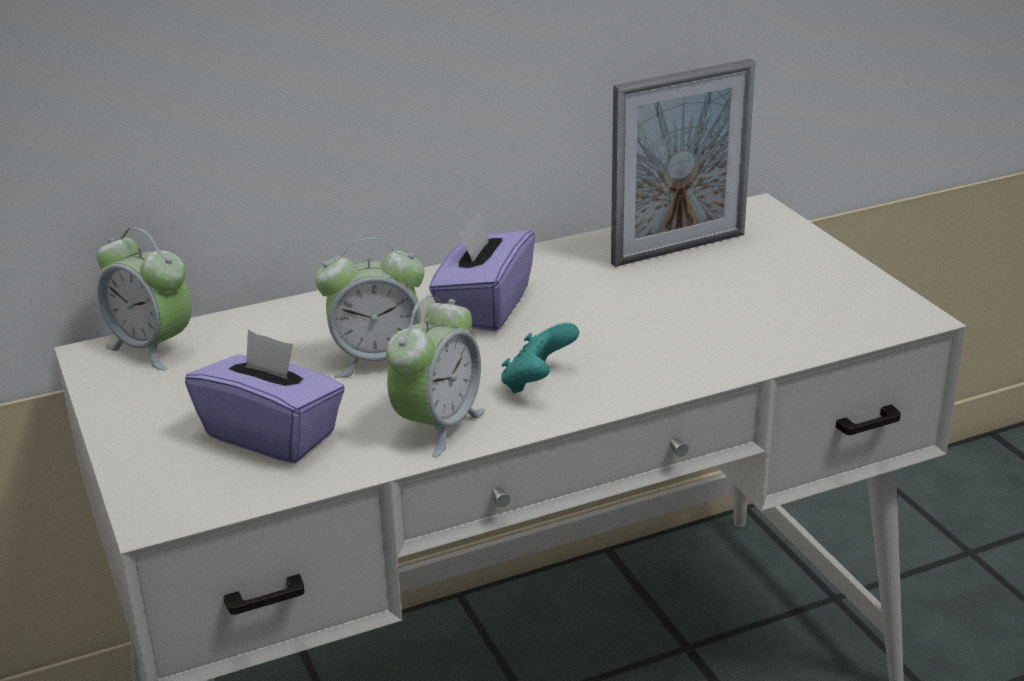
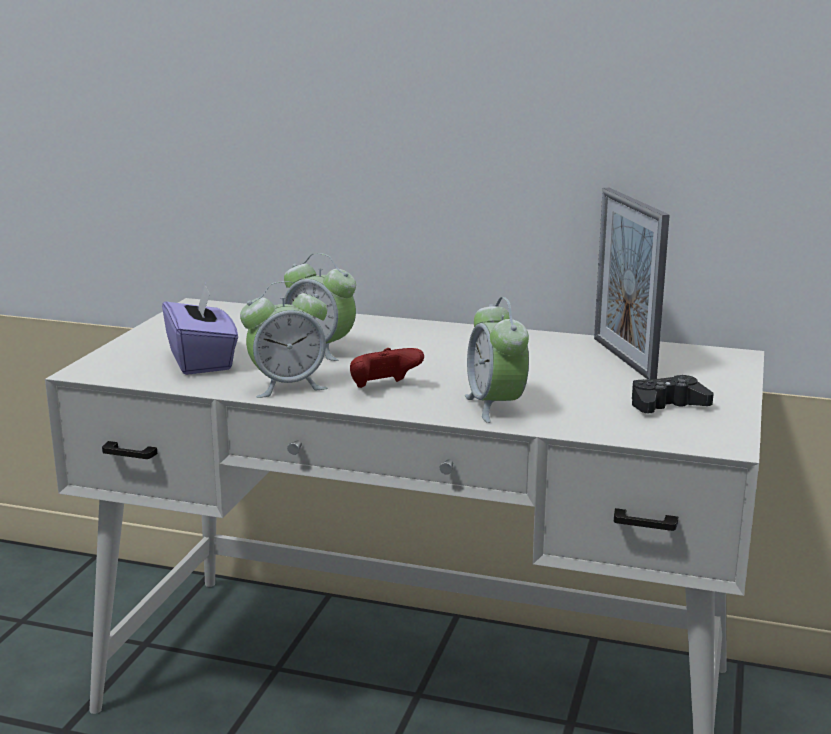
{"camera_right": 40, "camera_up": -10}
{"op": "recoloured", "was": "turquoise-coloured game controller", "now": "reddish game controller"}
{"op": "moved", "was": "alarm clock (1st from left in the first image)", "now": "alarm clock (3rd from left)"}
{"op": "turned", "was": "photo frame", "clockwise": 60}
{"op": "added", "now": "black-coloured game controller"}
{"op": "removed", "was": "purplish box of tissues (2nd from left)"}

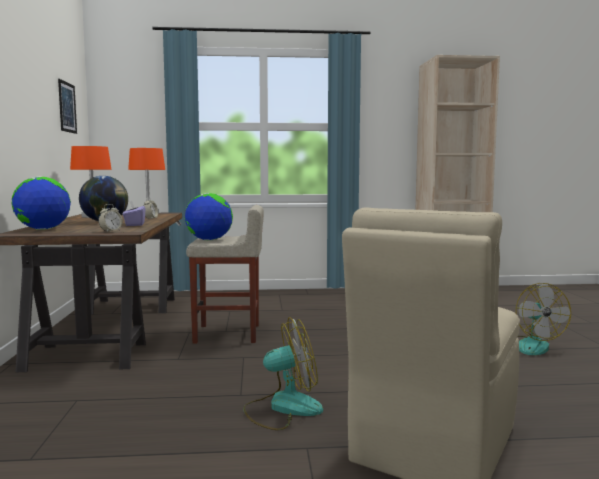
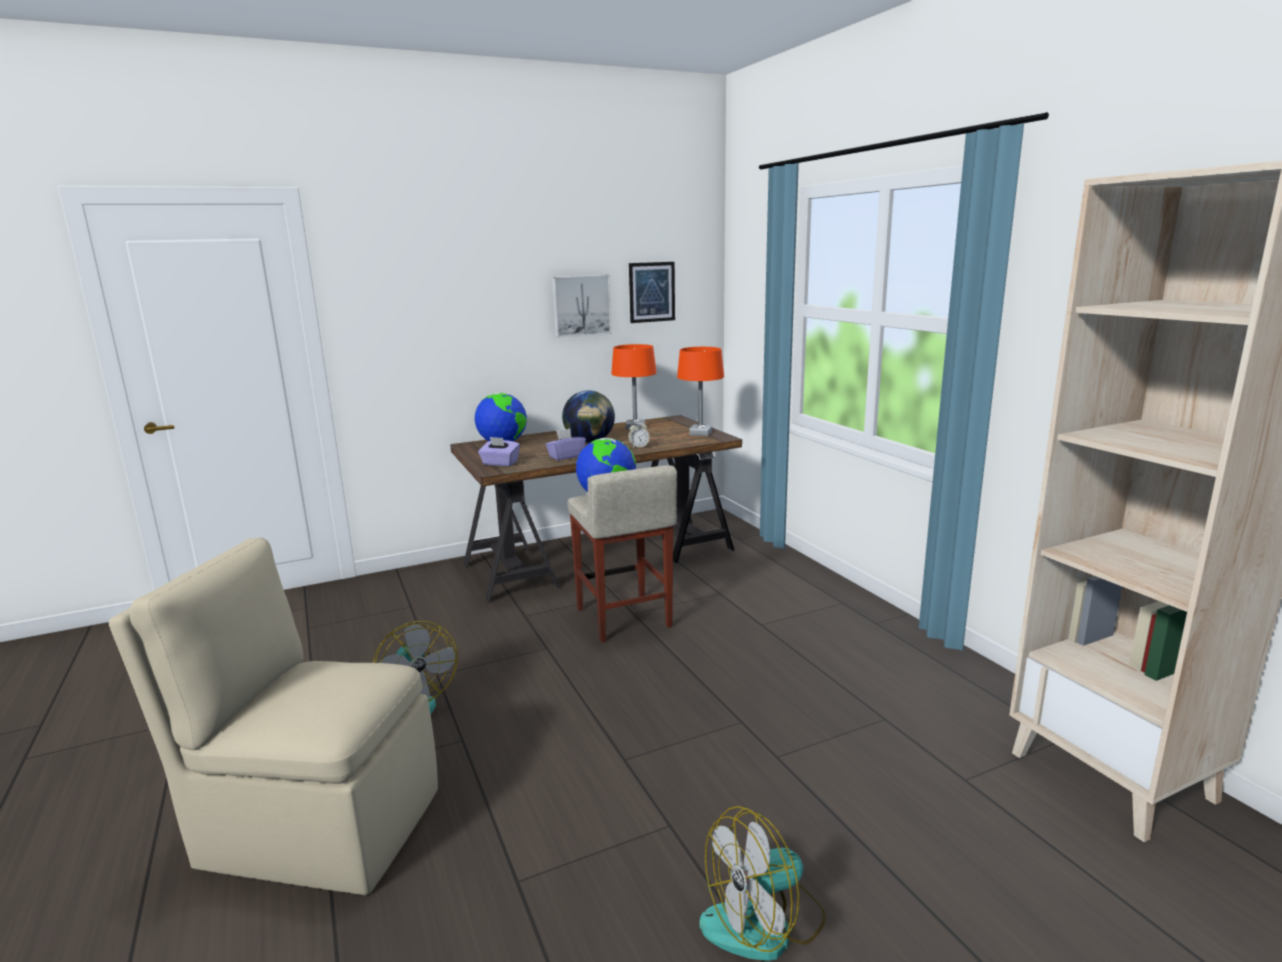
{"camera_right": 70, "camera_up": 10}
{"op": "replaced", "was": "alarm clock (1st from left)", "now": "purplish box of tissues (1st from left)"}
{"op": "added", "now": "wall art (1st from left)"}

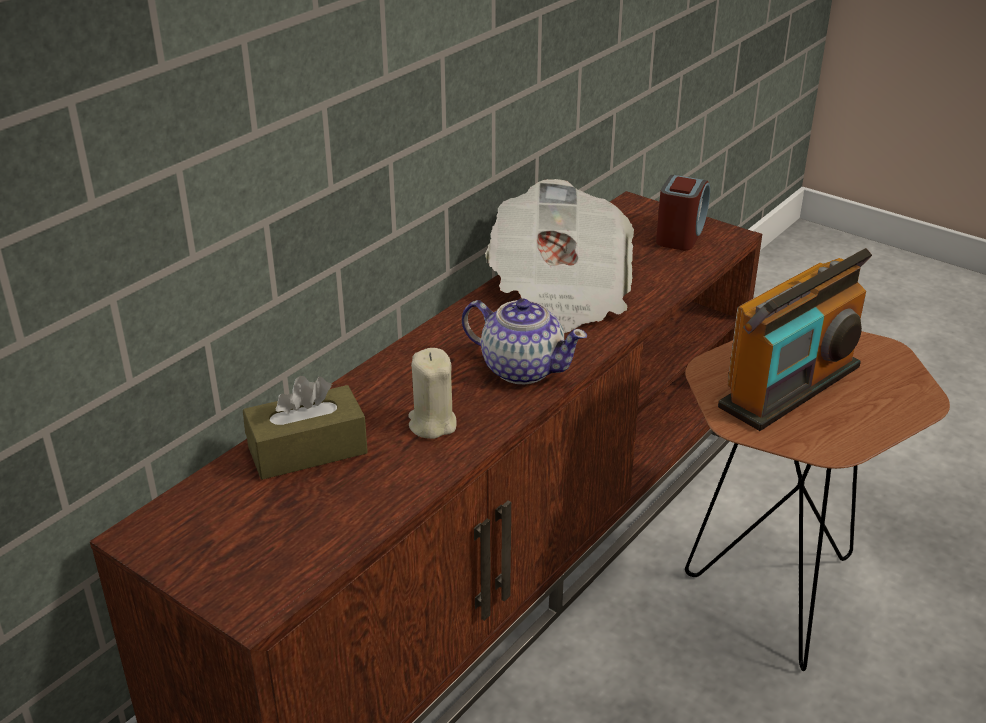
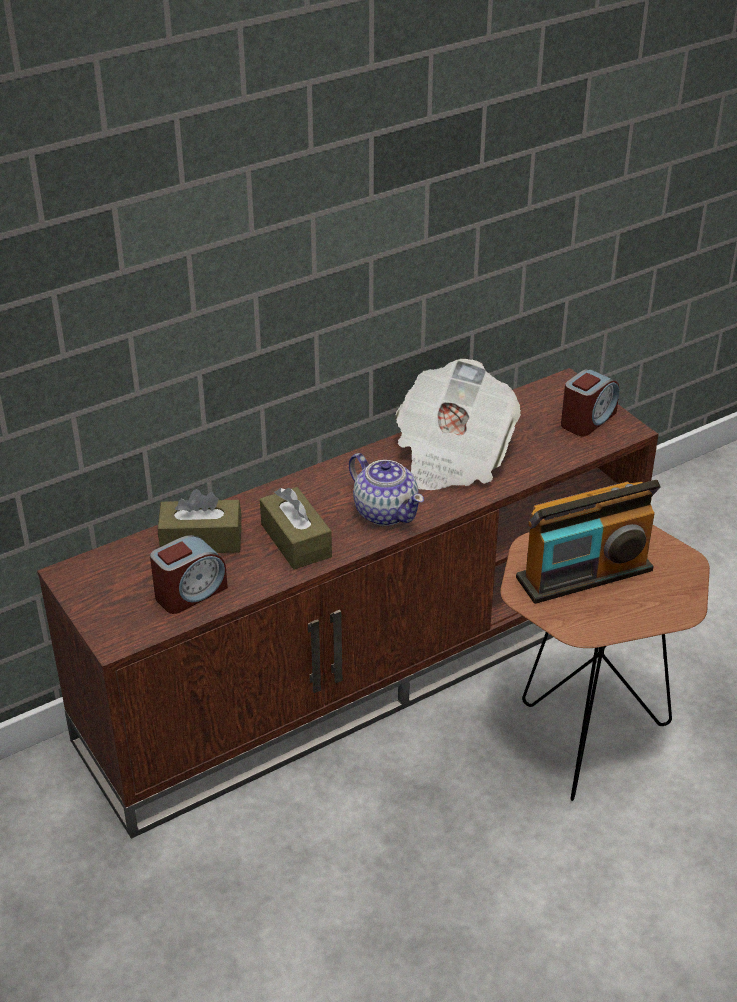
{"camera_right": 20, "camera_up": 5}
{"op": "added", "now": "alarm clock (1st from left)"}
{"op": "replaced", "was": "beige-coloured wax candle", "now": "brown box of tissues (2nd from left)"}

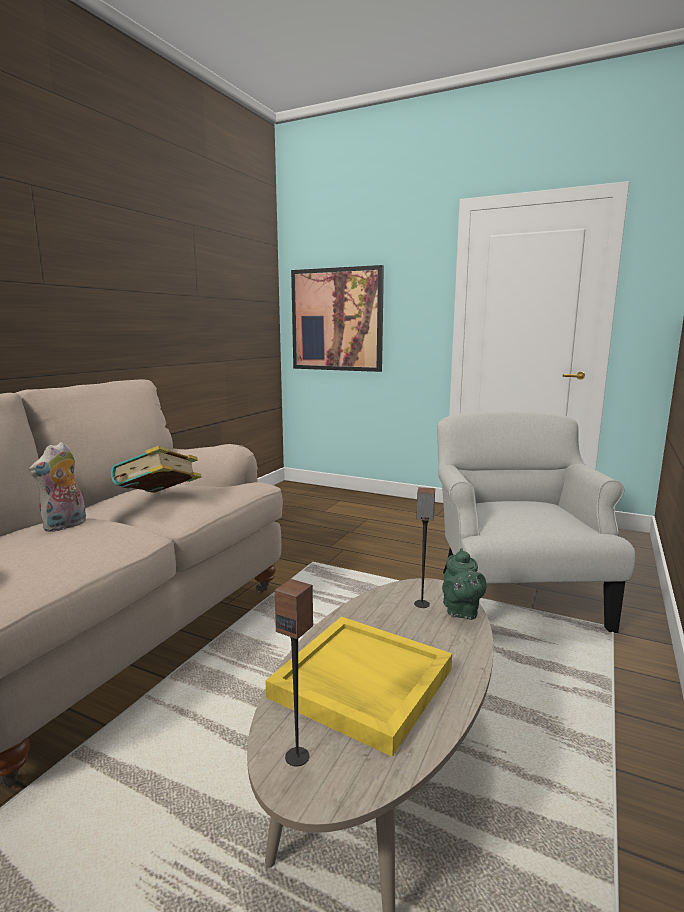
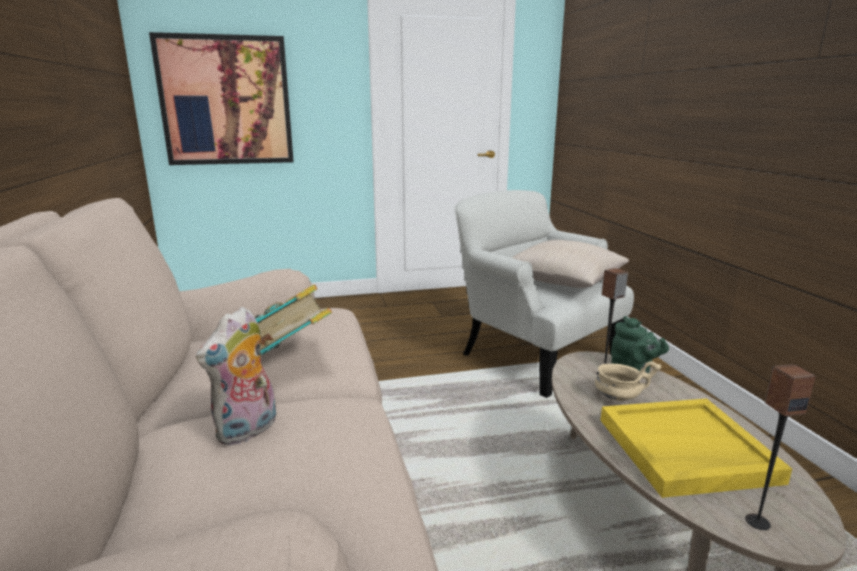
{"camera_right": -40, "camera_up": 5}
{"op": "turned", "was": "cuddly toy", "clockwise": 45}
{"op": "added", "now": "beige-coloured throw pillow"}
{"op": "added", "now": "beige-coloured serving bowl"}

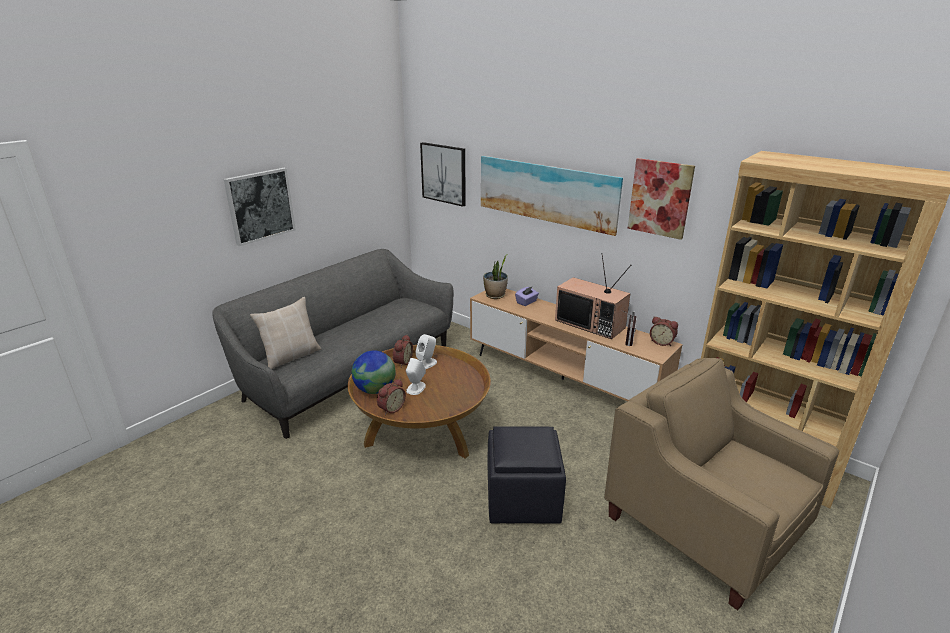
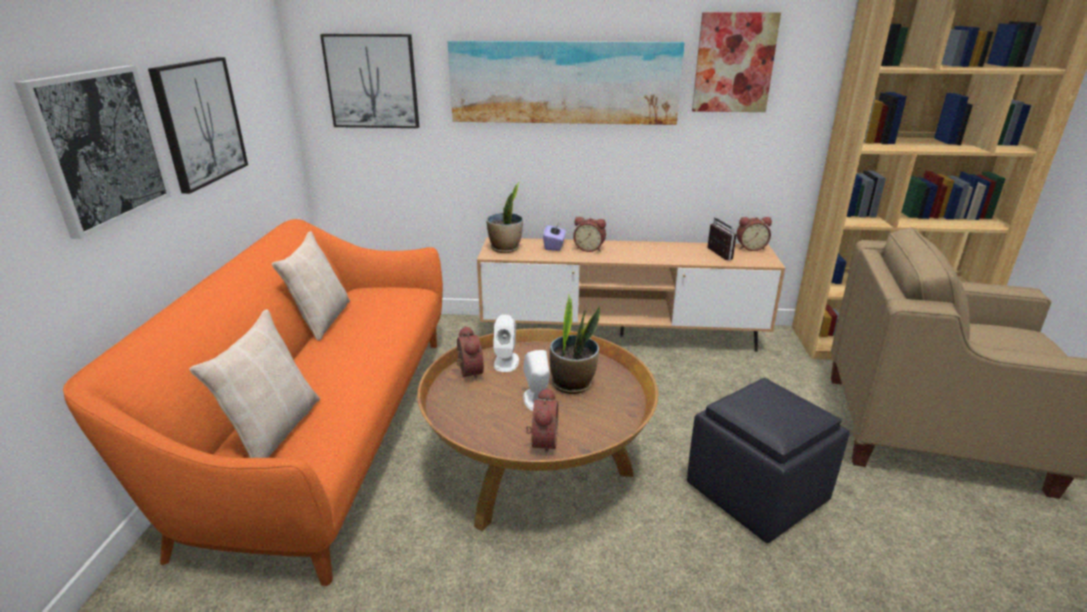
{"camera_right": -35, "camera_up": 0}
{"op": "recoloured", "was": "greyish settee", "now": "orange settee"}
{"op": "added", "now": "wall art (2nd from left)"}
{"op": "added", "now": "beige-coloured throw pillow (2nd from left)"}
{"op": "added", "now": "potted plant (2nd from left)"}
{"op": "added", "now": "alarm clock (3rd from left)"}
{"op": "removed", "was": "desk globe"}
{"op": "removed", "was": "television"}

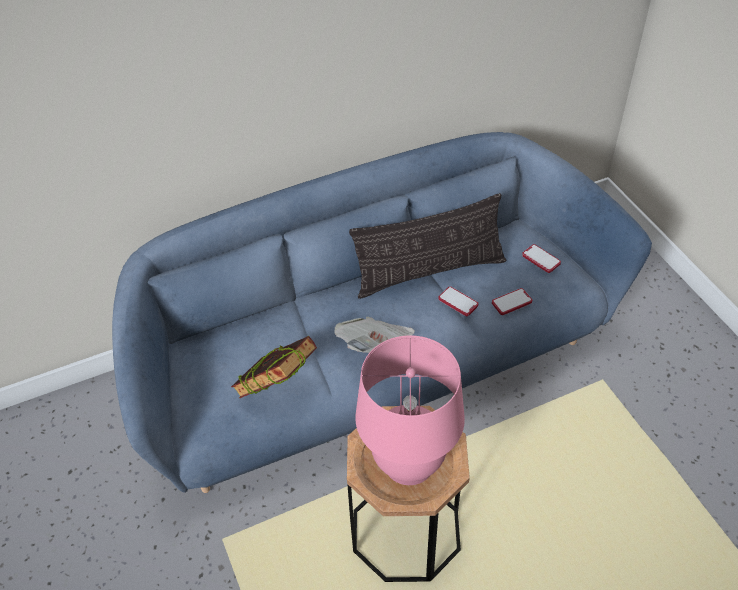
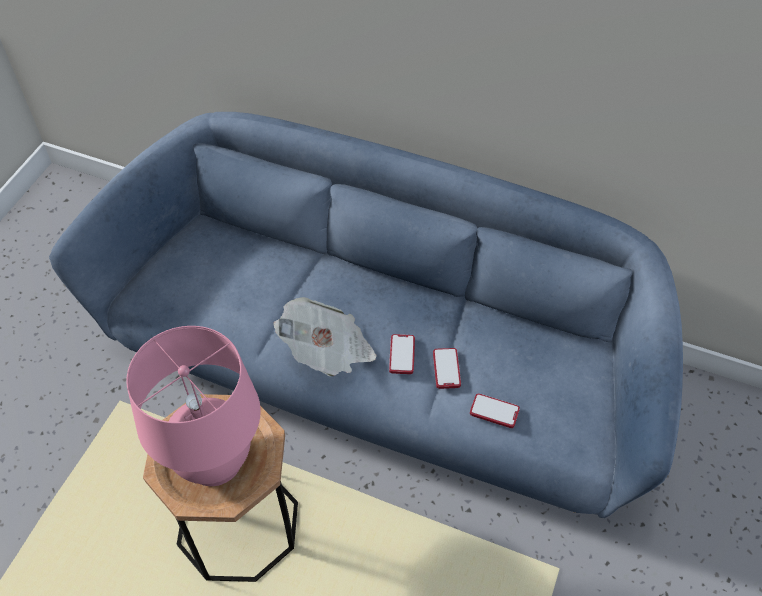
{"camera_right": 45, "camera_up": 5}
{"op": "moved", "was": "handset (3rd from left in the first image)", "now": "handset (1st from left)"}
{"op": "removed", "was": "volume"}
{"op": "removed", "was": "throw pillow"}

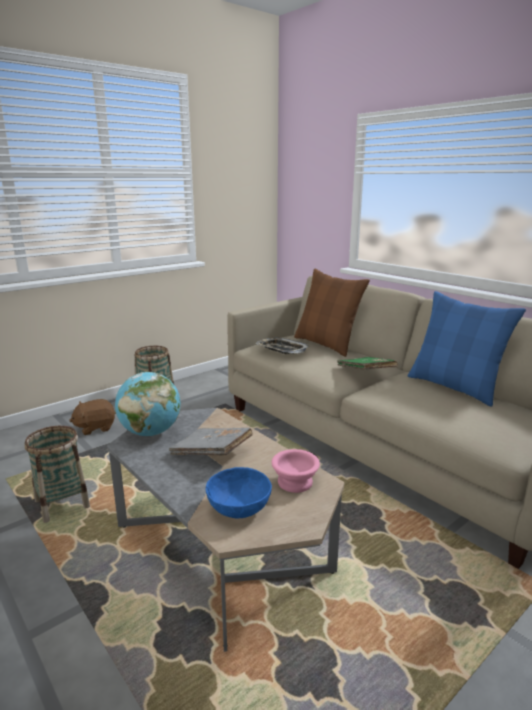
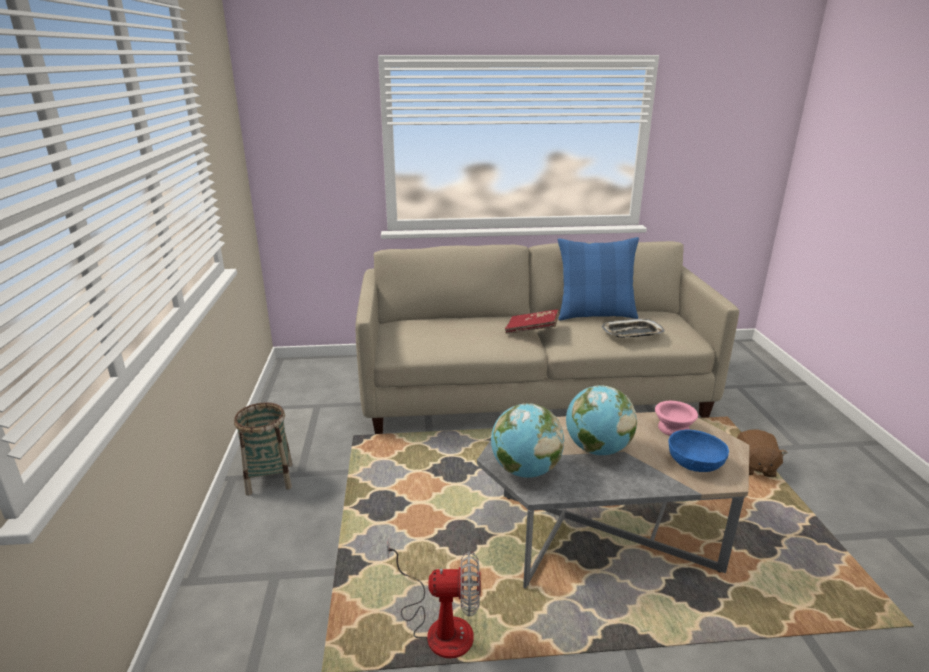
{"camera_right": -55, "camera_up": 5}
{"op": "replaced", "was": "storage basket (1st from left)", "now": "electric fan"}
{"op": "recoloured", "was": "green volume", "now": "reddish volume"}
{"op": "replaced", "was": "greyish volume", "now": "desk globe (2nd from left)"}
{"op": "moved", "was": "carrying tray"}
{"op": "moved", "was": "brown cuddly toy"}
{"op": "removed", "was": "brown throw pillow"}

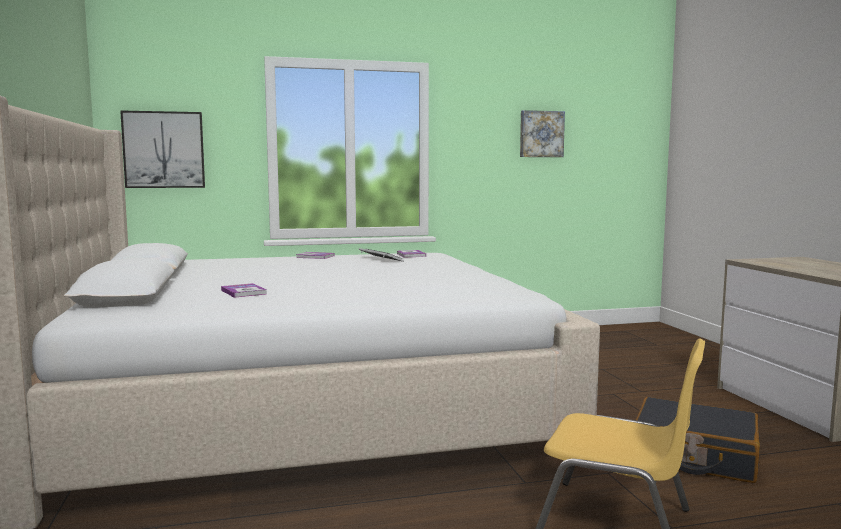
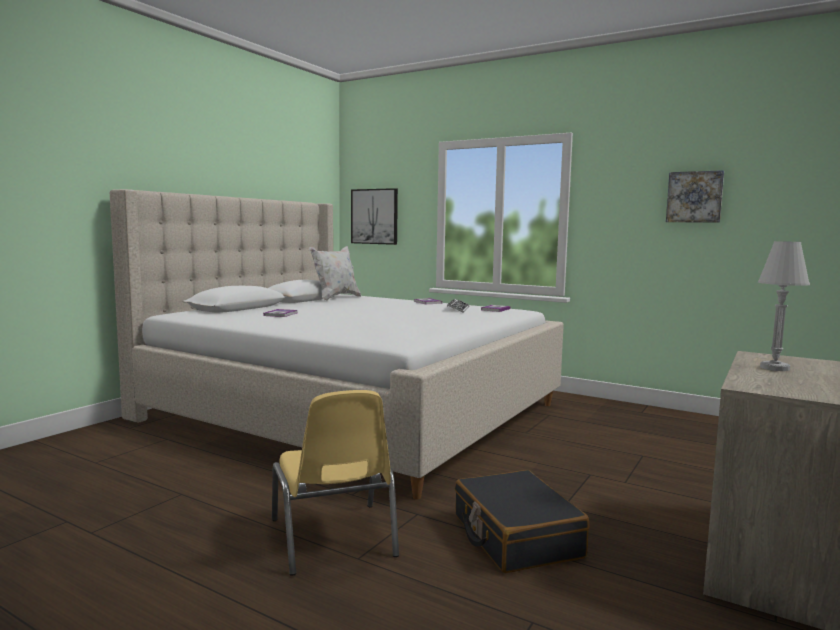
{"camera_right": 45, "camera_up": 0}
{"op": "added", "now": "white throw pillow"}
{"op": "added", "now": "white lamp for a table"}

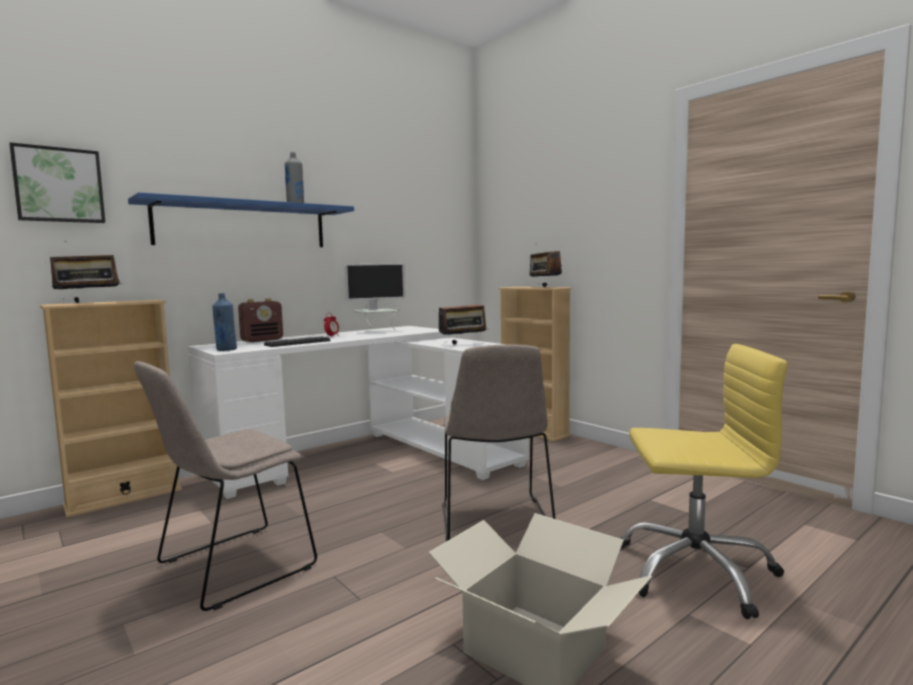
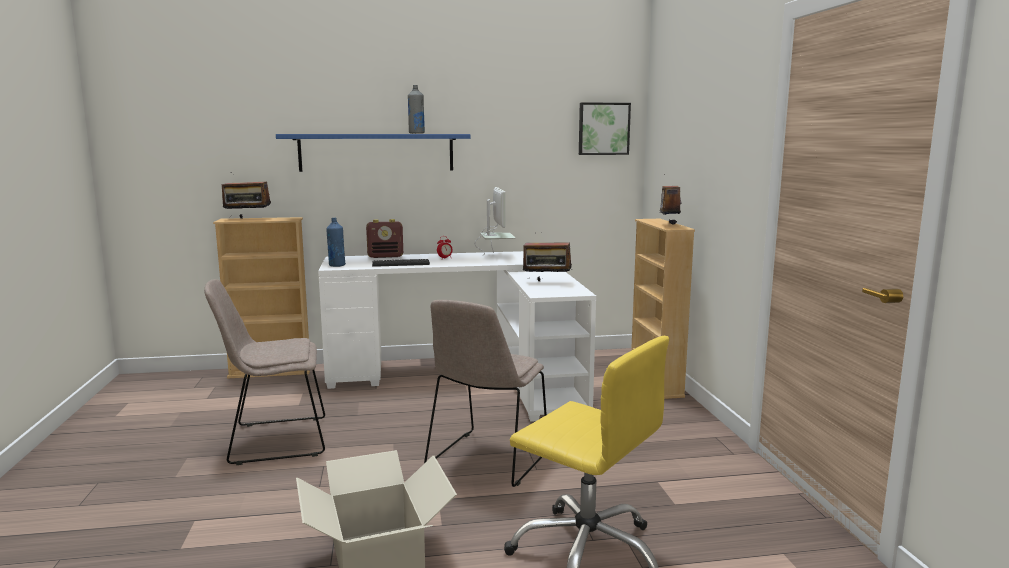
{"camera_right": 30, "camera_up": 5}
{"op": "turned", "was": "computer display", "clockwise": -105}
{"op": "moved", "was": "wall art"}

